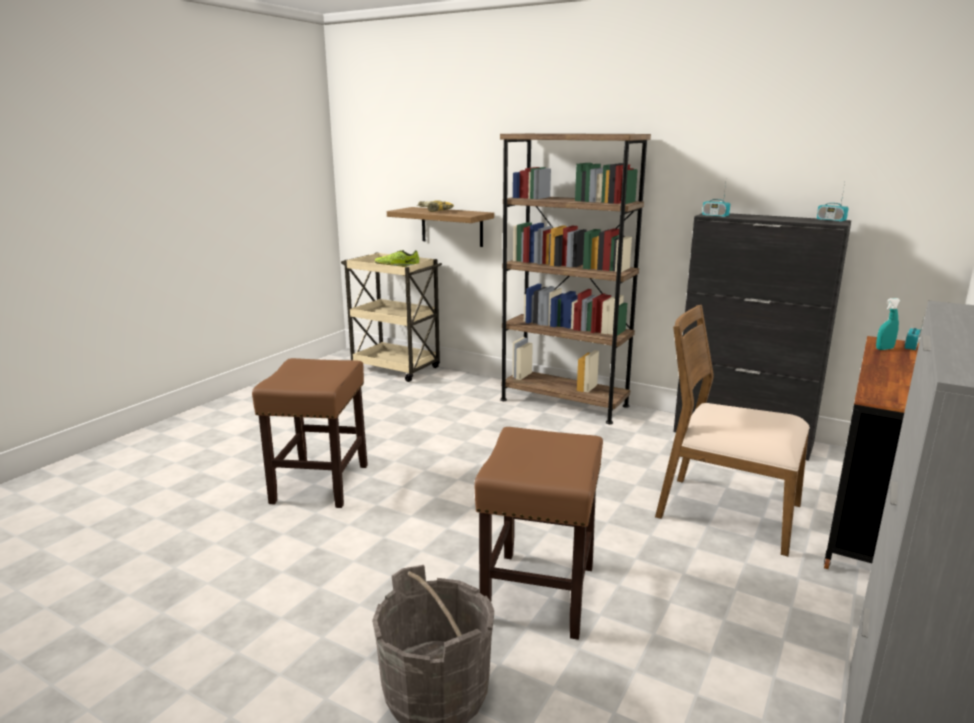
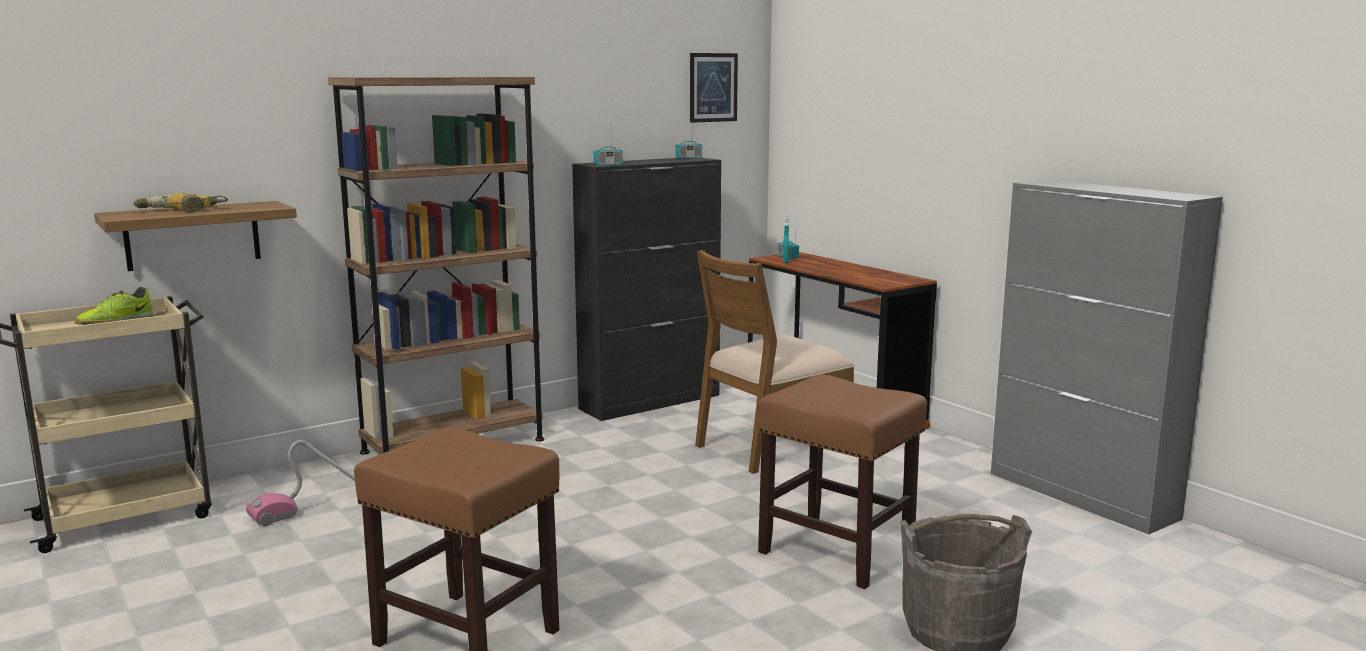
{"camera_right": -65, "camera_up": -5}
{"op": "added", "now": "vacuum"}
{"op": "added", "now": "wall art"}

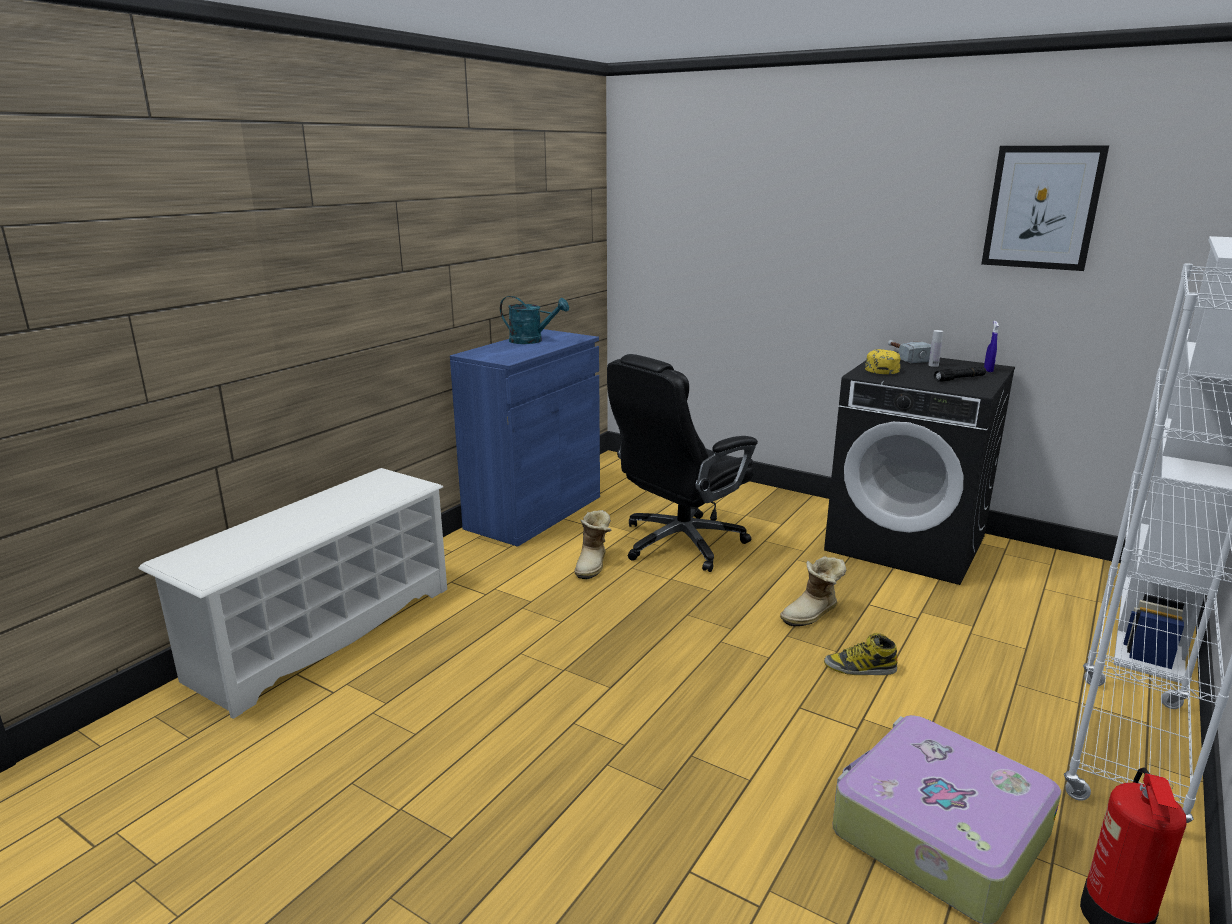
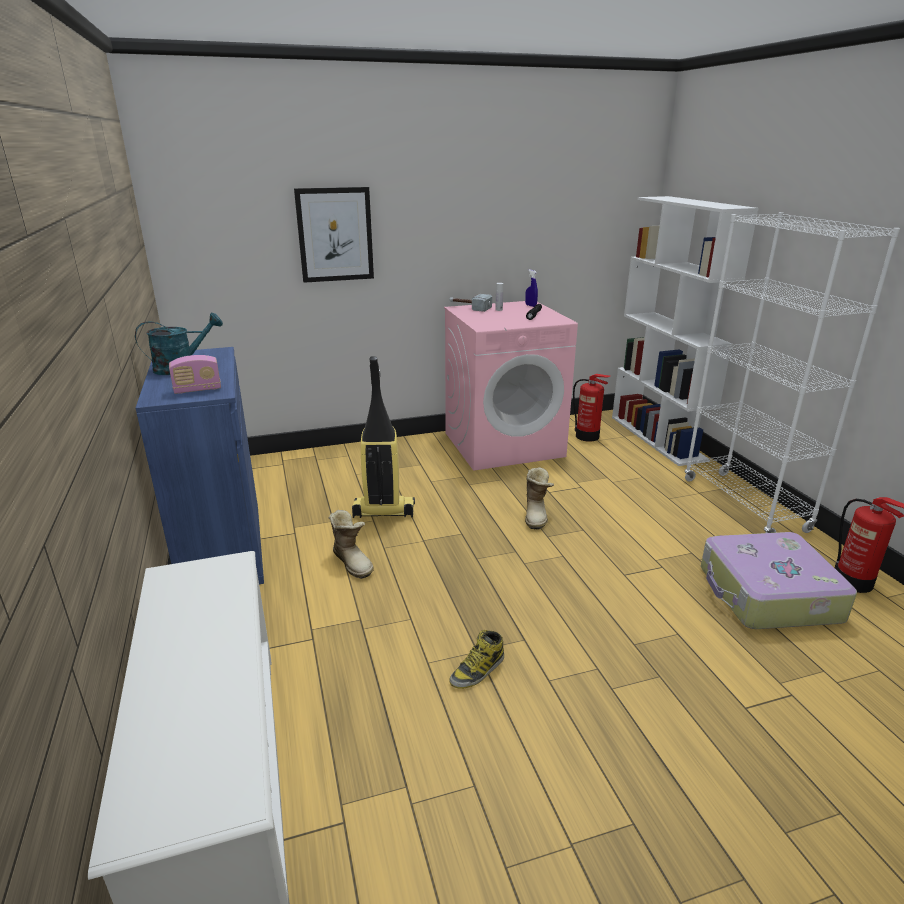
{"camera_right": -50, "camera_up": 5}
{"op": "added", "now": "radio"}
{"op": "moved", "was": "wall art"}
{"op": "replaced", "was": "black-coloured desk chair", "now": "vacuum"}
{"op": "recoloured", "was": "black-coloured washing machine", "now": "pinkish washing machine"}
{"op": "moved", "was": "tall boot (3rd from left in the first image)", "now": "tall boot (2nd from left)"}
{"op": "added", "now": "fire extinguisher (1st from left)"}
{"op": "removed", "was": "yellow-coloured peaked cap"}

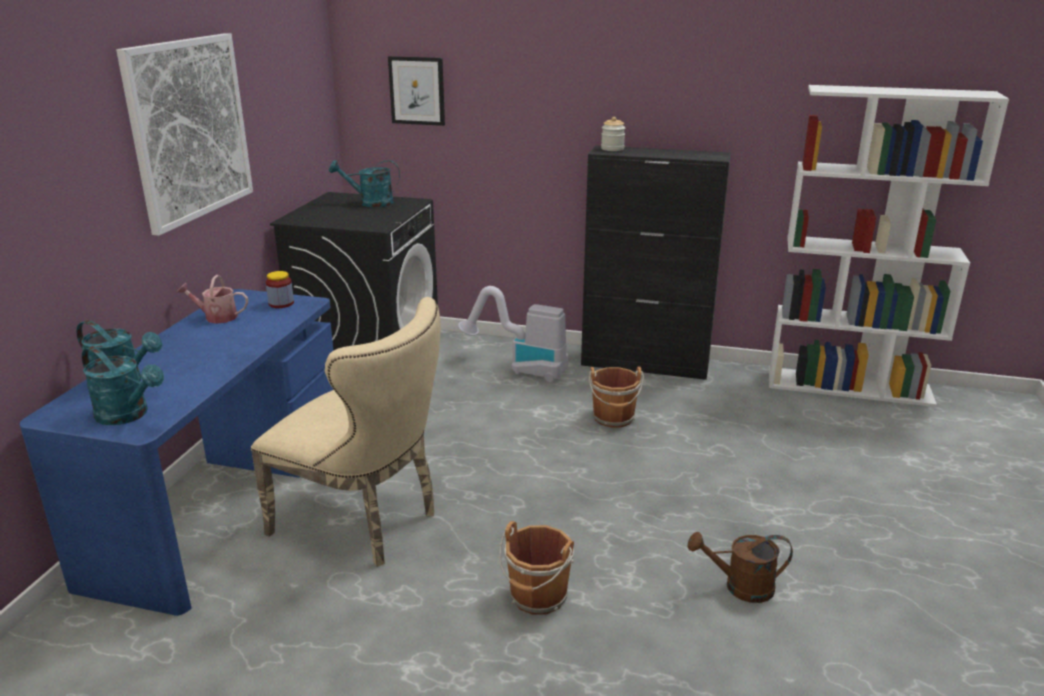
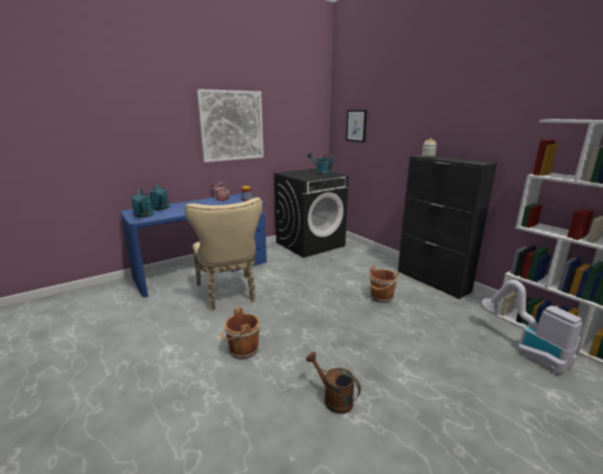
{"camera_right": 40, "camera_up": -5}
{"op": "moved", "was": "vacuum"}

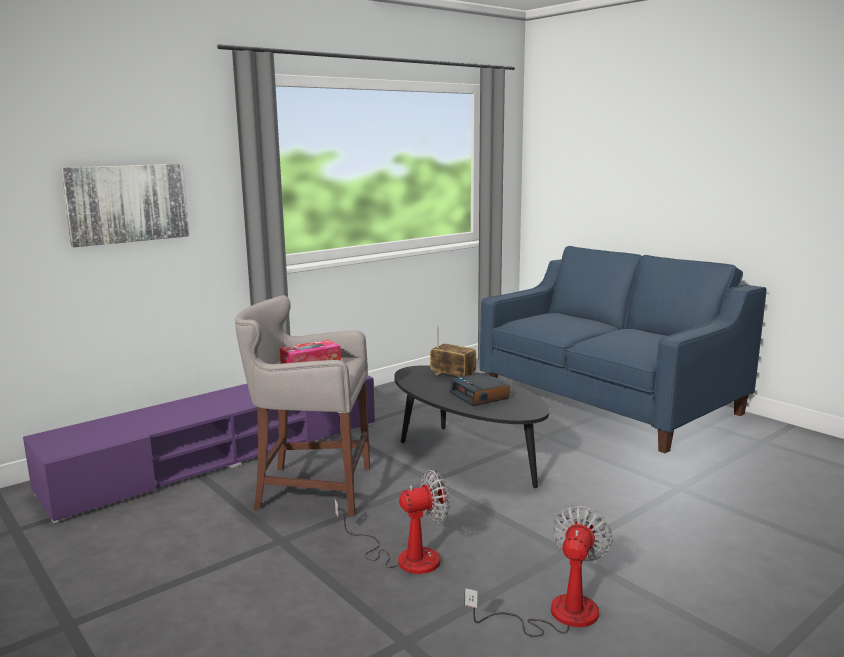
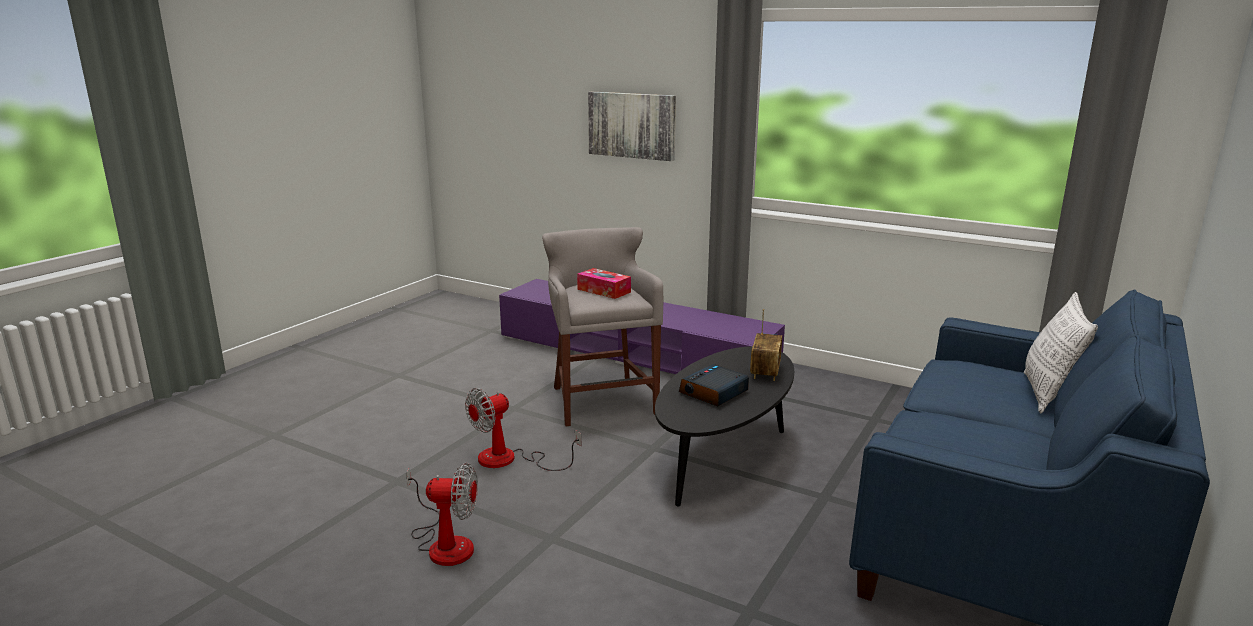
{"camera_right": 70, "camera_up": 5}
{"op": "turned", "was": "electric fan (1st from left in the first image)", "clockwise": 90}
{"op": "added", "now": "throw pillow"}

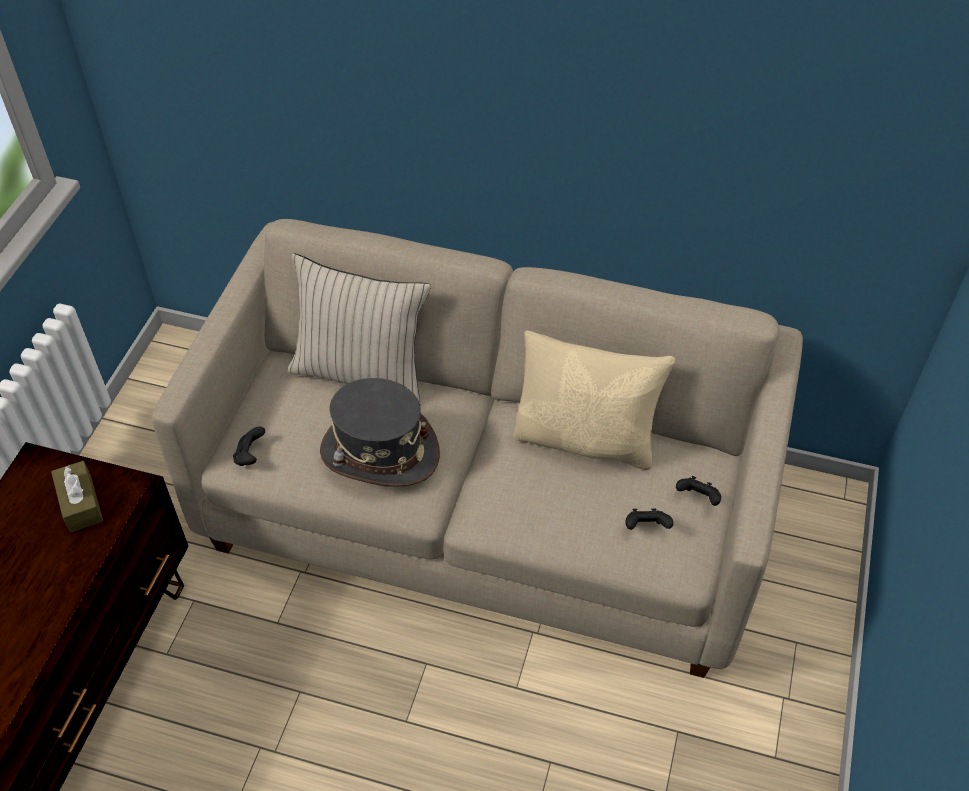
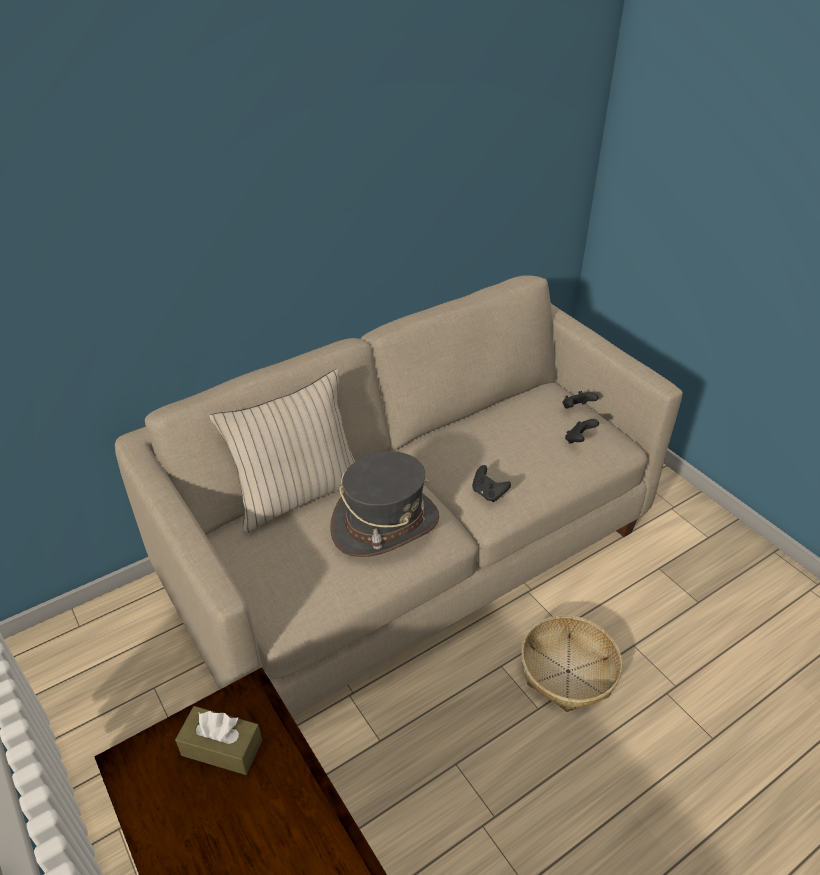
{"camera_right": -50, "camera_up": -10}
{"op": "moved", "was": "black-coloured game controller (1st from left)"}
{"op": "added", "now": "storage basket"}
{"op": "removed", "was": "beige-coloured throw pillow (2nd from left)"}

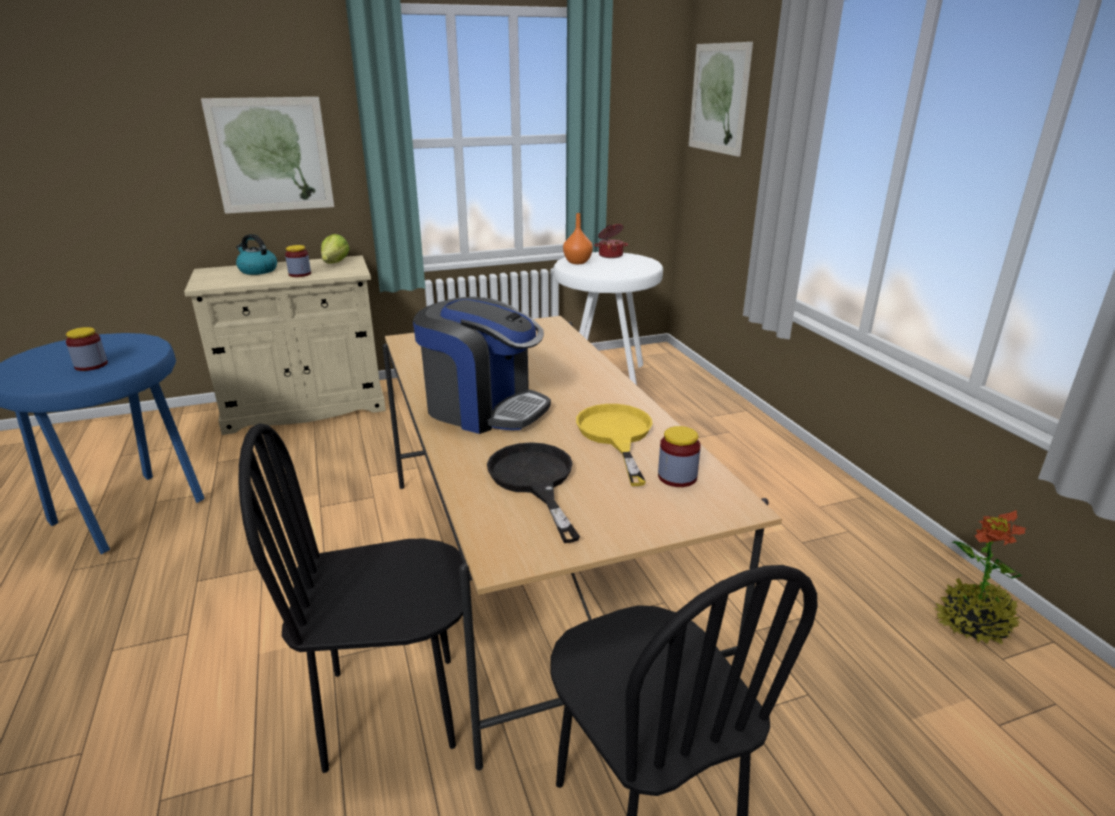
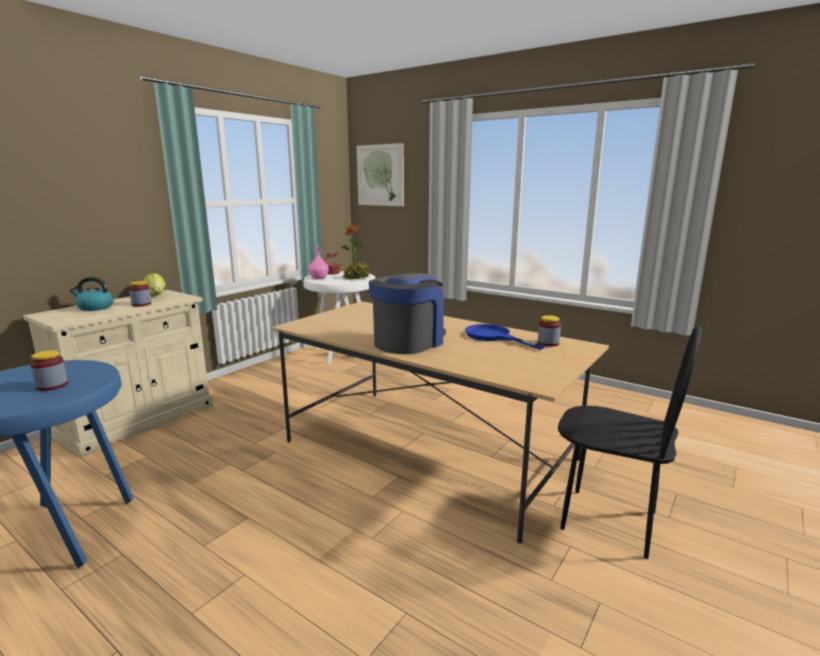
{"camera_right": -35, "camera_up": -10}
{"op": "recoloured", "was": "orange vase", "now": "pinkish vase"}
{"op": "moved", "was": "potted plant"}
{"op": "turned", "was": "coffee machine", "clockwise": -45}
{"op": "recoloured", "was": "yellow-coloured skillet", "now": "blue-coloured skillet"}
{"op": "removed", "was": "wall art (1st from left)"}
{"op": "removed", "was": "black-coloured upright chair (1st from left)"}
{"op": "removed", "was": "black-coloured skillet"}

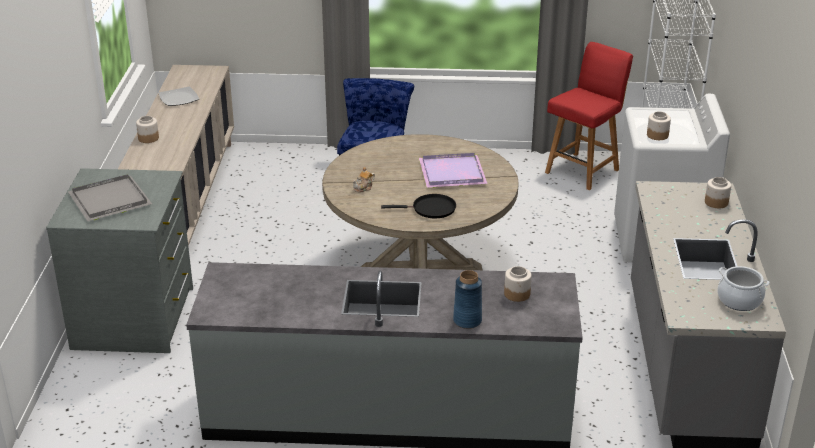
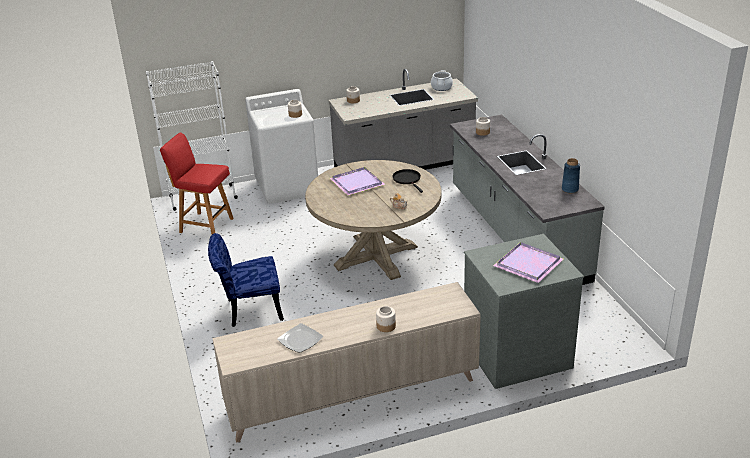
{"camera_right": -110, "camera_up": 0}
{"op": "recoloured", "was": "greyish carrying tray", "now": "purplish carrying tray (2nd from left)"}
{"op": "moved", "was": "blue-coloured vase"}

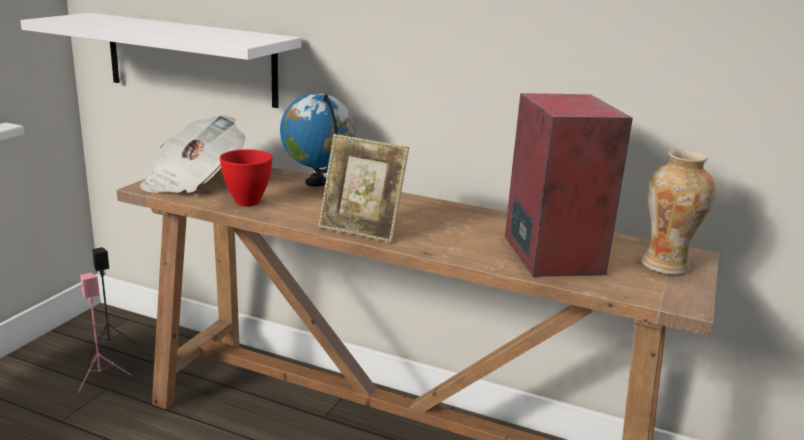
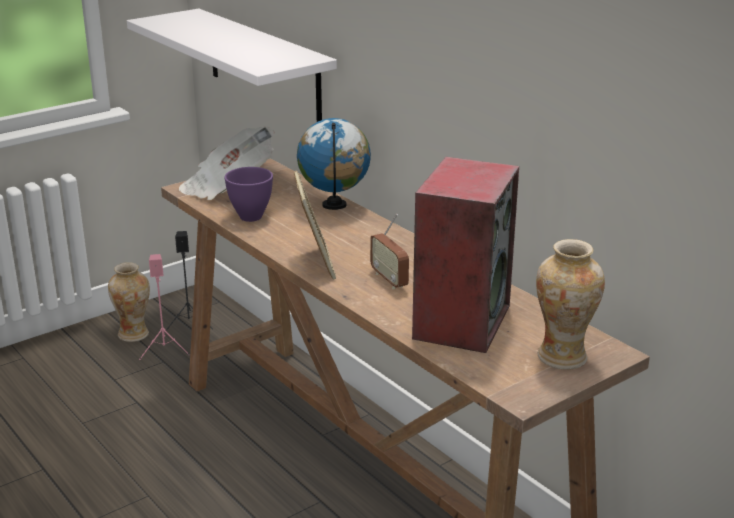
{"camera_right": 30, "camera_up": 5}
{"op": "added", "now": "vase (1st from left)"}
{"op": "recoloured", "was": "reddish serving bowl", "now": "purplish serving bowl"}
{"op": "turned", "was": "photo frame", "clockwise": -150}
{"op": "added", "now": "radio"}

